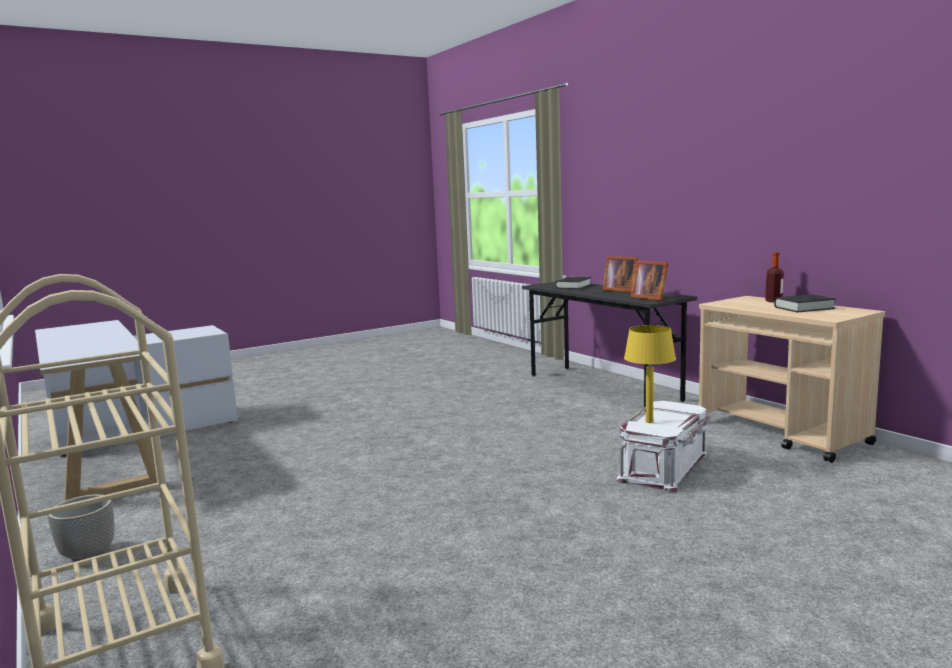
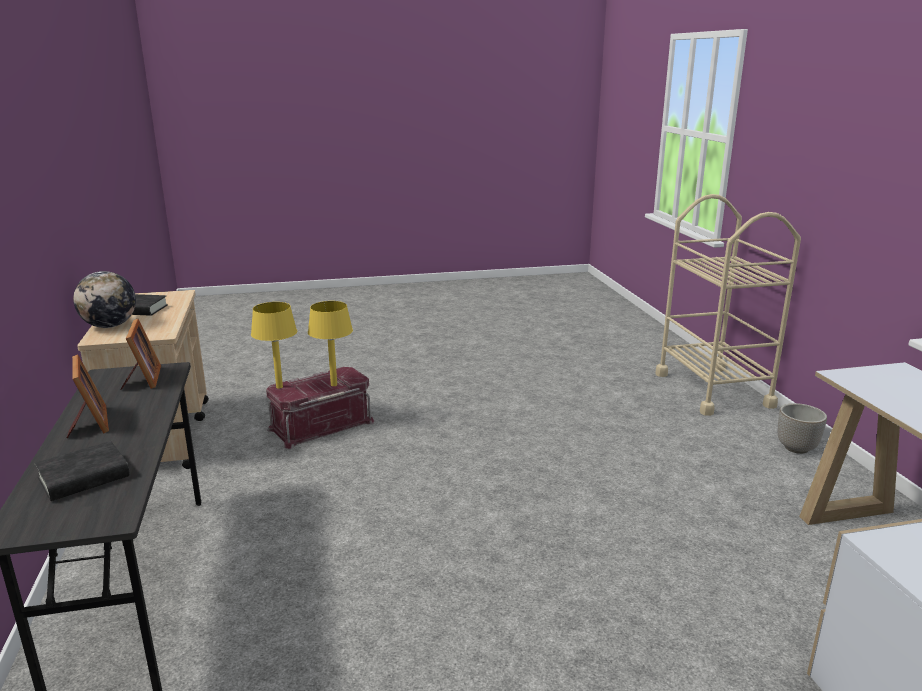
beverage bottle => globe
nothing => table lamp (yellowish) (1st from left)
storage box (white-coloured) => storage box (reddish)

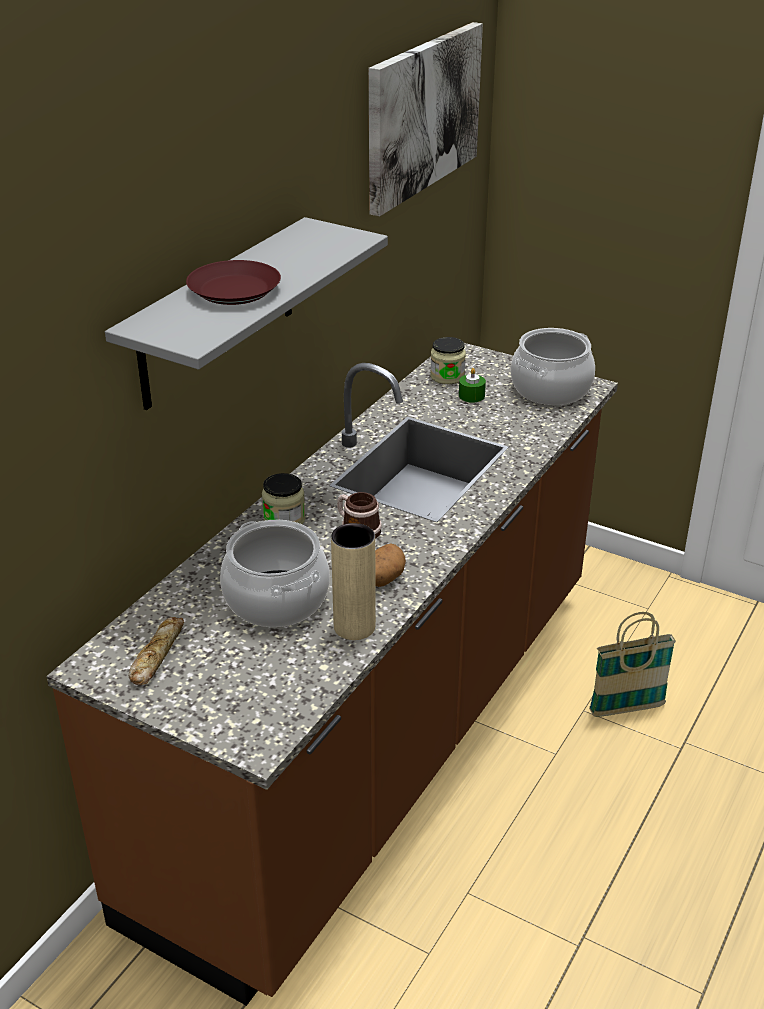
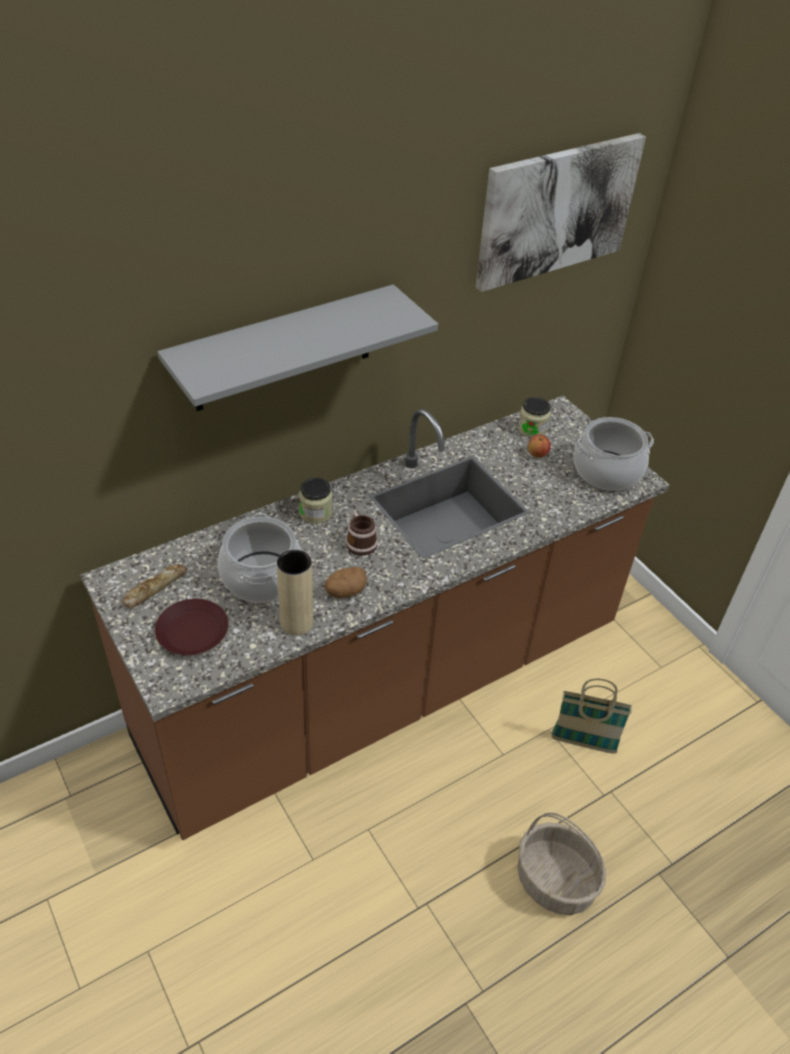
dinner plate (brown-coloured), move
nothing => storage basket (1st from left)
wax light (green-coloured) => apple fruit

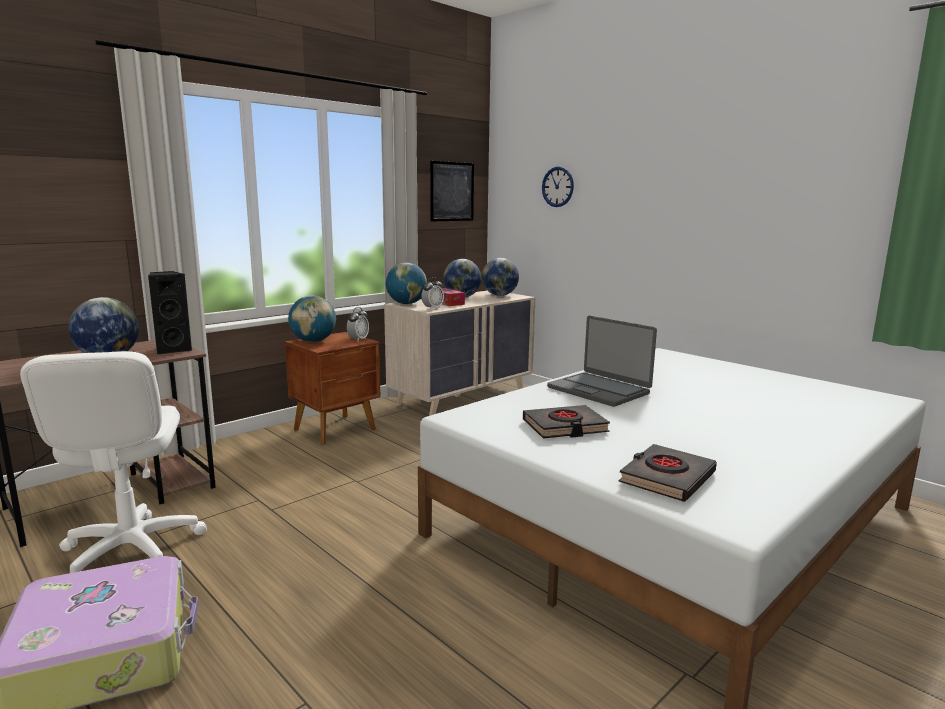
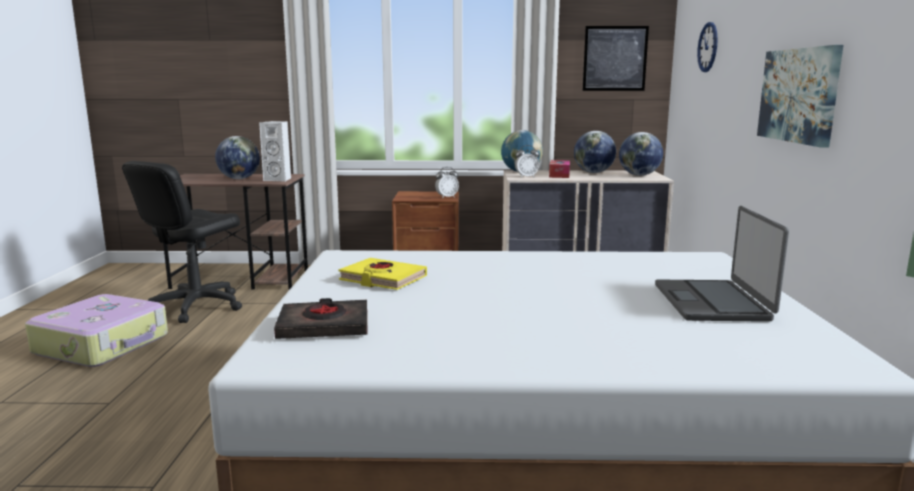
office chair (white-coloured) => office chair (black-coloured)
speaker (black-coloured) => speaker (white-coloured)
volume (black-coloured) (1st from left) => volume (yellowish)
portable computer, move
nothing => wall art (2nd from left)
globe (2nd from left) => nothing

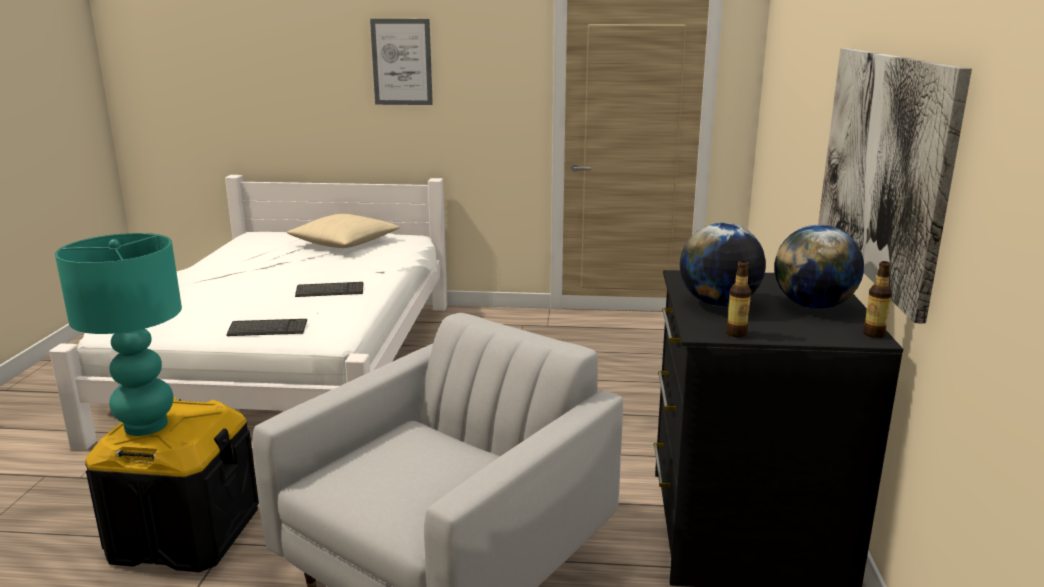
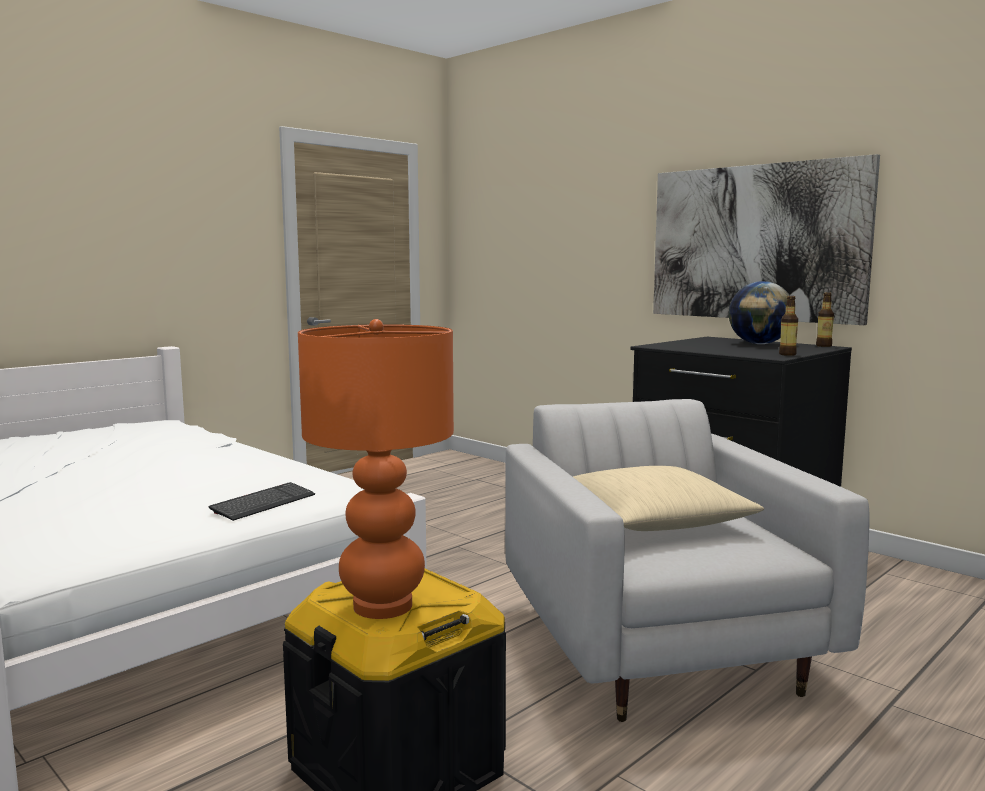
table lamp (turquoise-coloured) => table lamp (orangey)
throw pillow (beige), move
keyboard (2nd from left) => nothing
wall art (1st from left) => nothing
globe (1st from left) => nothing

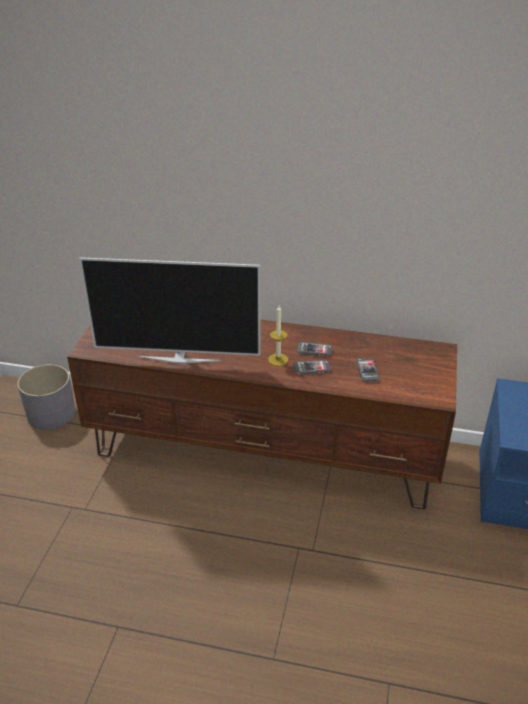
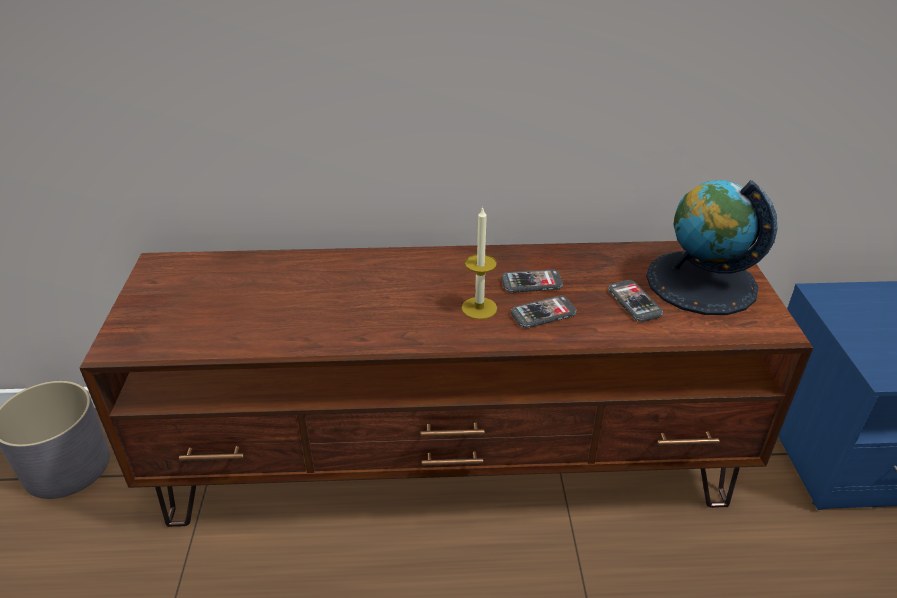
nothing => globe
TV set => nothing

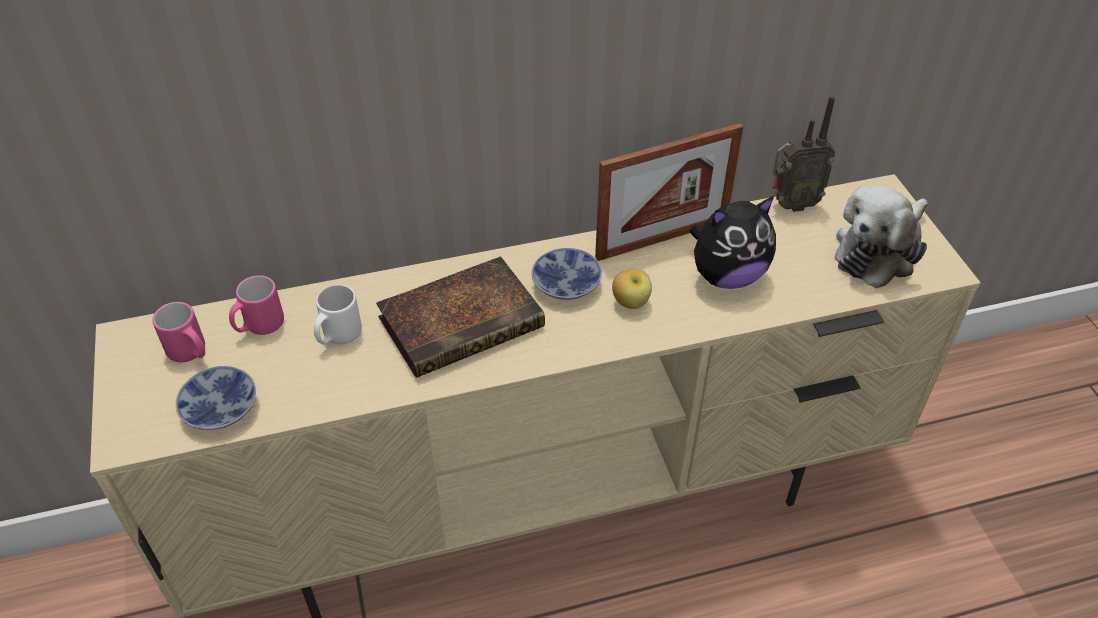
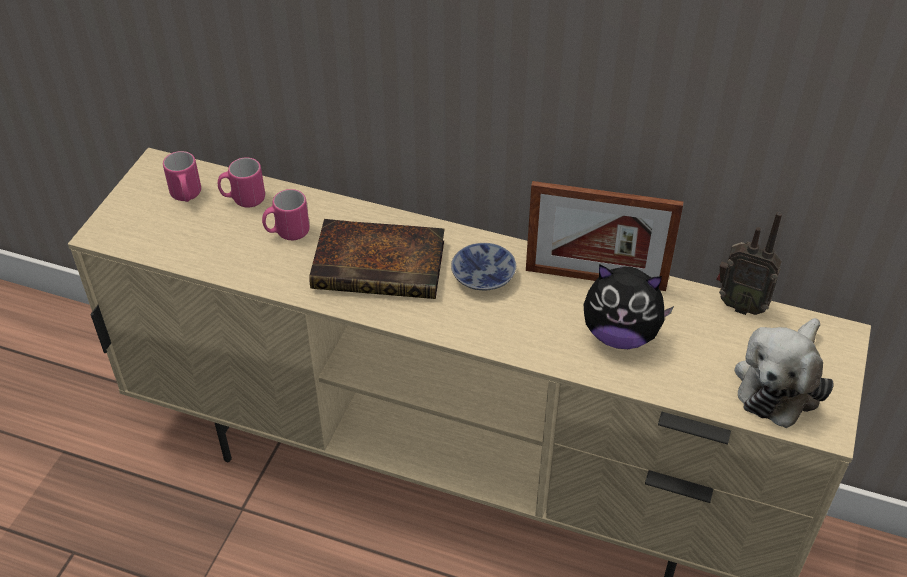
coffee mug (white-coloured) => coffee mug (pink) (3rd from left)
soft toy (2nd from left), 45 degrees counterclockwise
serving bowl (1st from left) => nothing
apple fruit => nothing

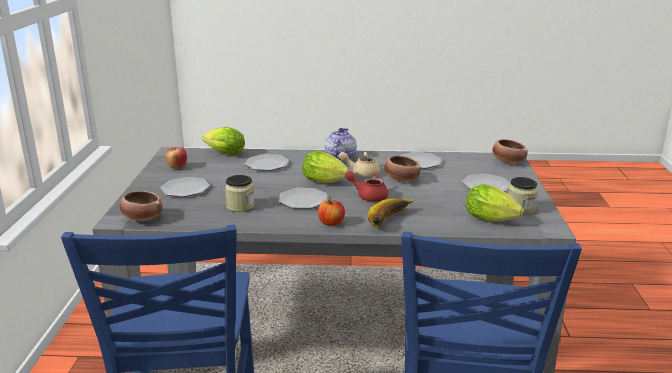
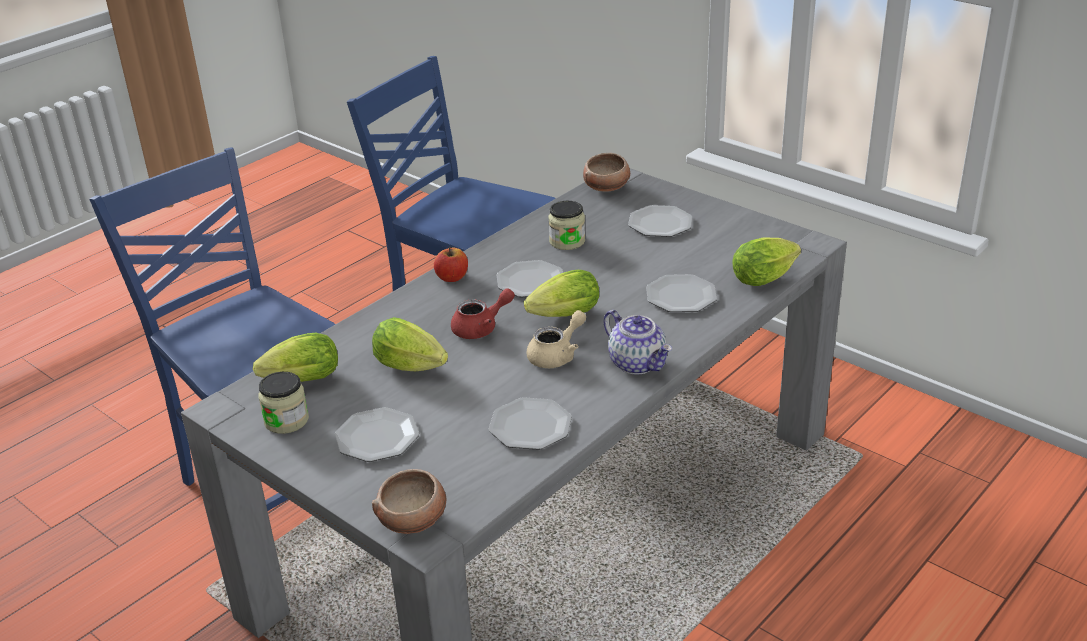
nothing => lettuce head (2nd from left)
apple fruit (1st from left) => nothing
banana => nothing
serving bowl (2nd from left) => nothing

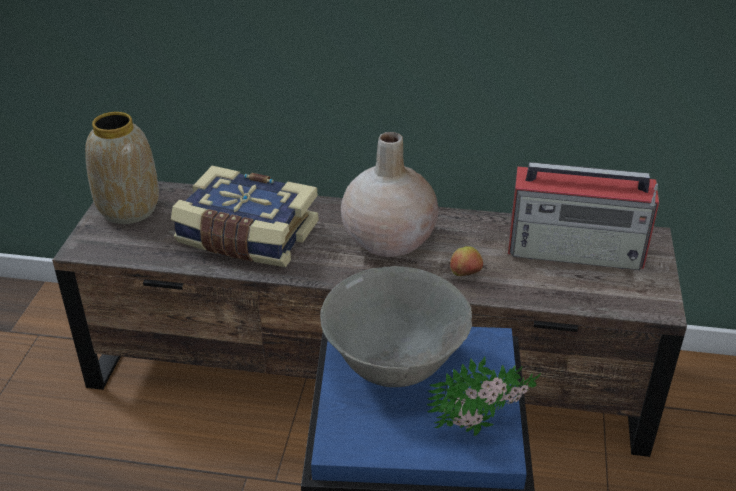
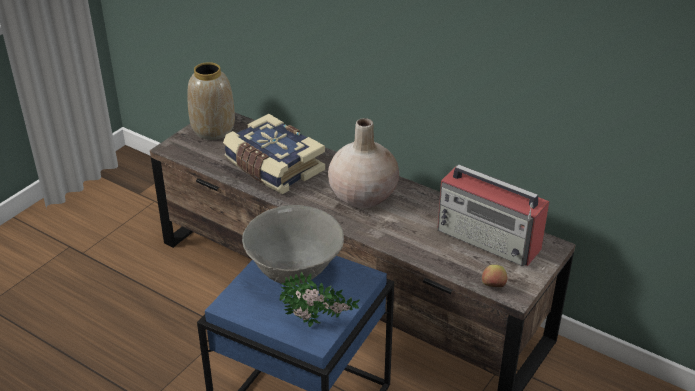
apple fruit, move

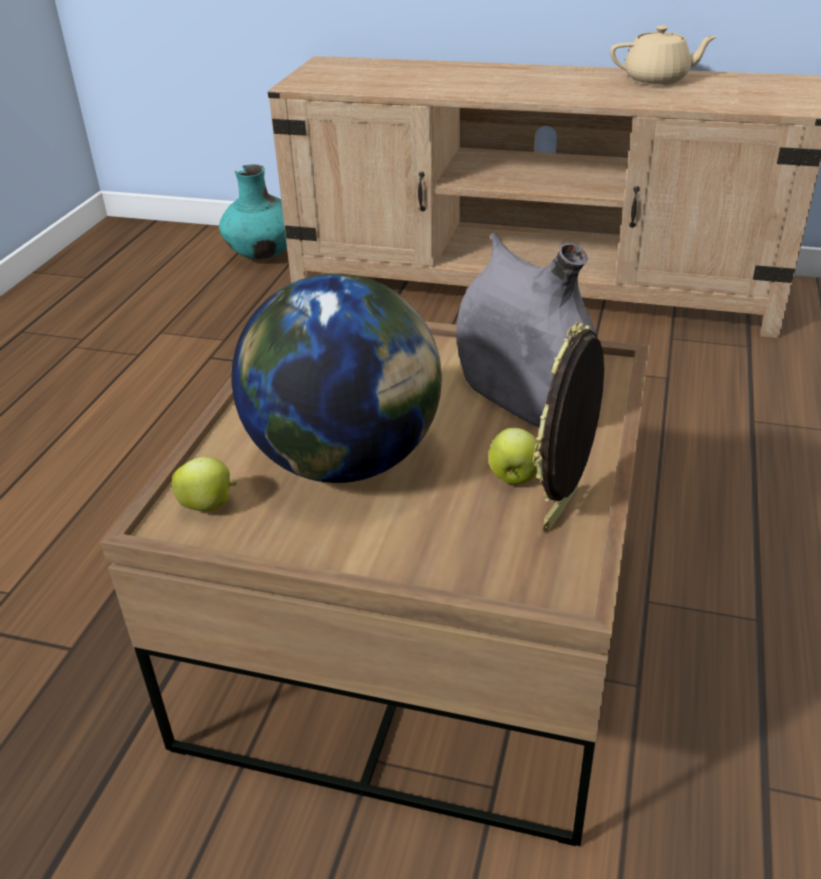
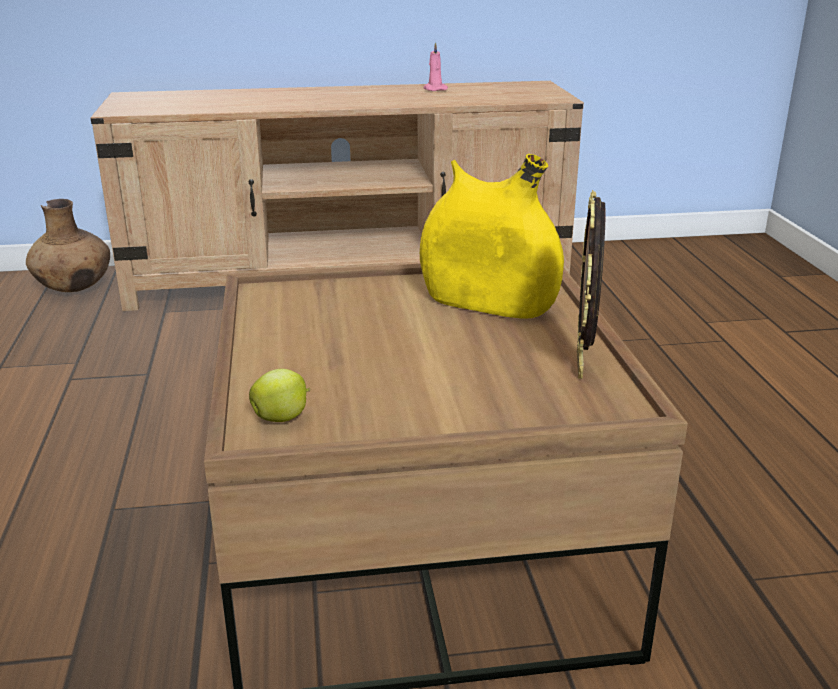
vase (turquoise-coloured) => vase (brown-coloured)
vase (grey) => vase (yellowish)
tea pot (beige) => wax light (pink)
globe => nothing
apple fruit (2nd from left) => nothing

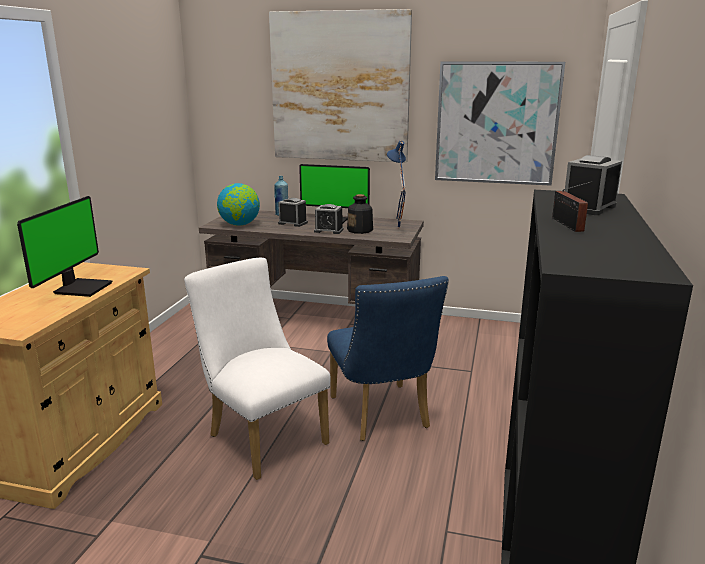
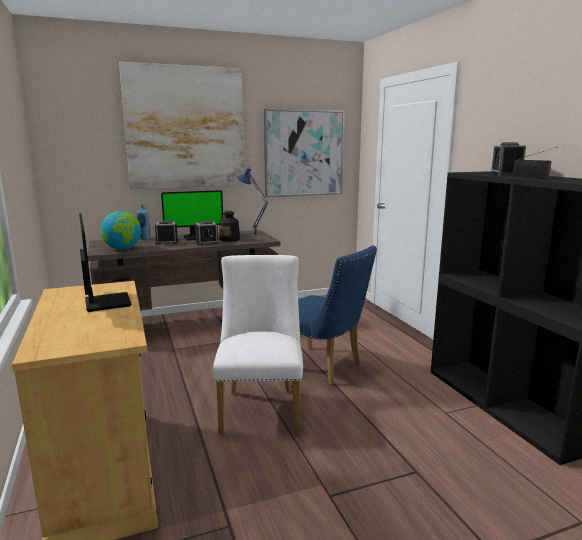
chair (white-coloured), 75 degrees clockwise

